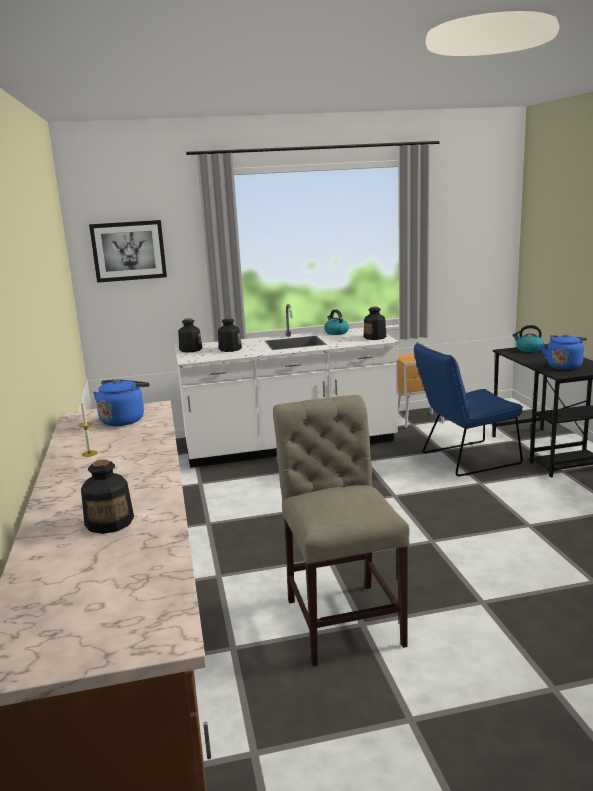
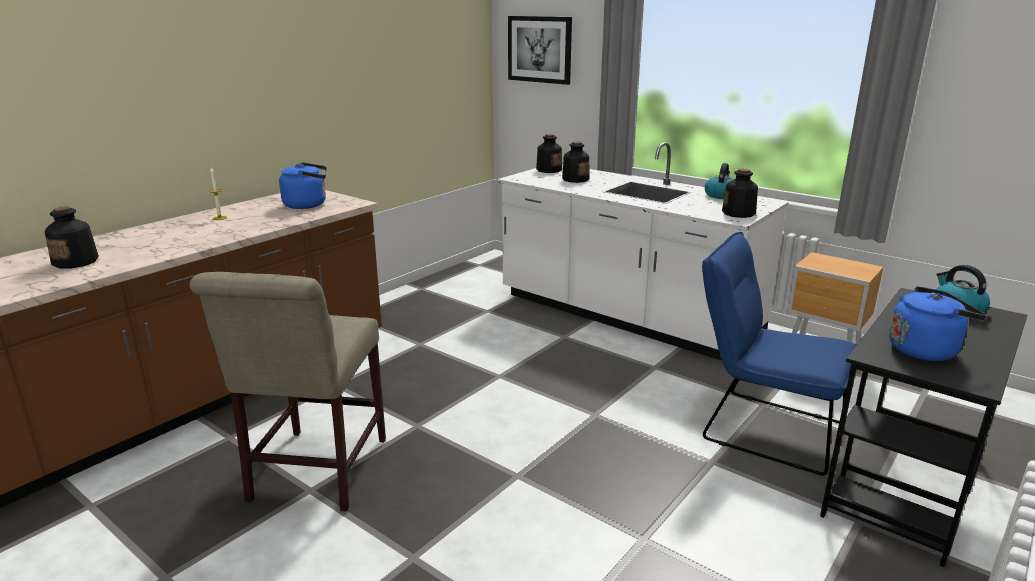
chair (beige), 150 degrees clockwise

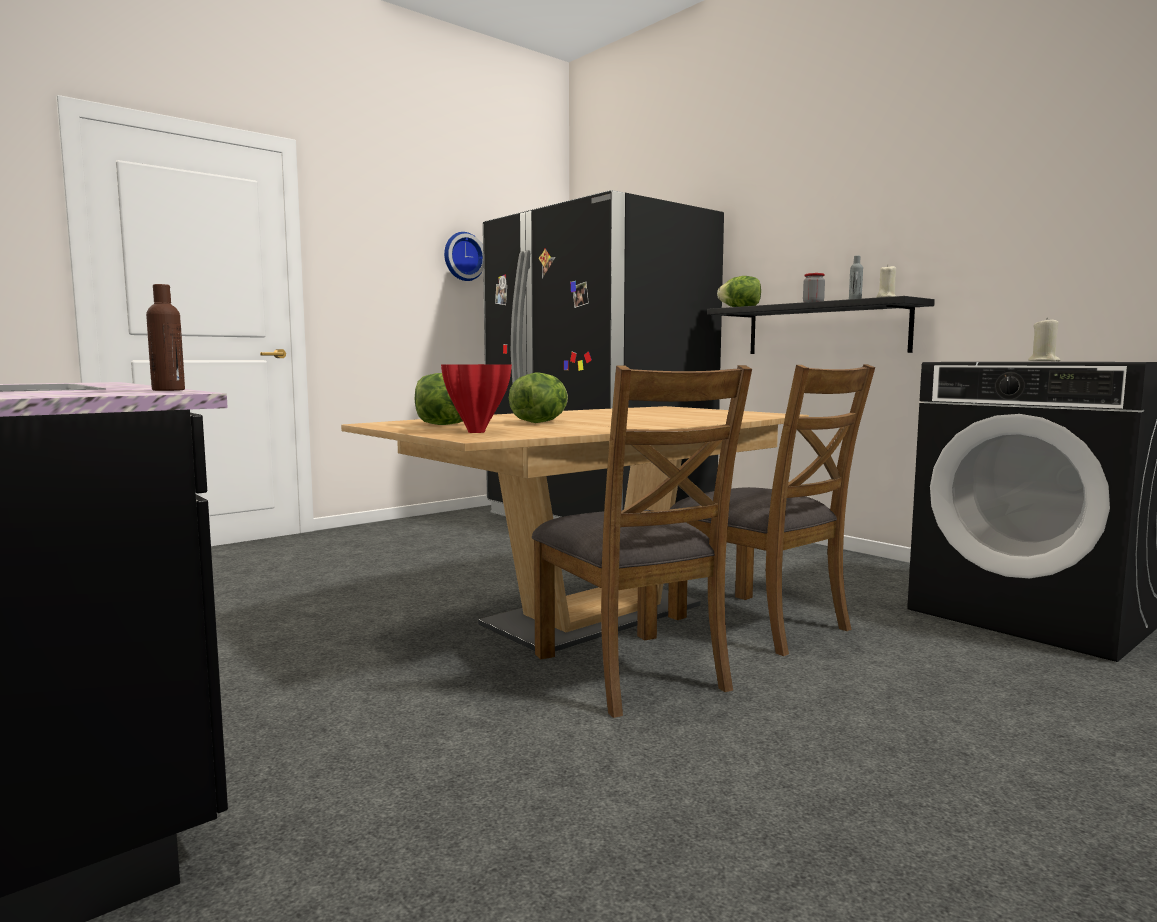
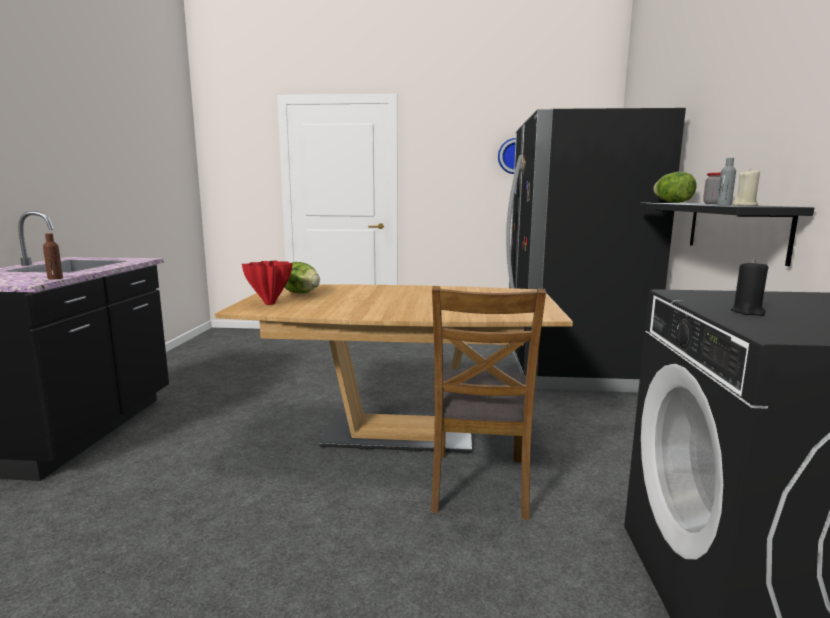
wax light (beige) (2nd from left) => wax light (black-coloured)
lettuce head (2nd from left) => nothing
chair (brown-coloured) (1st from left) => nothing

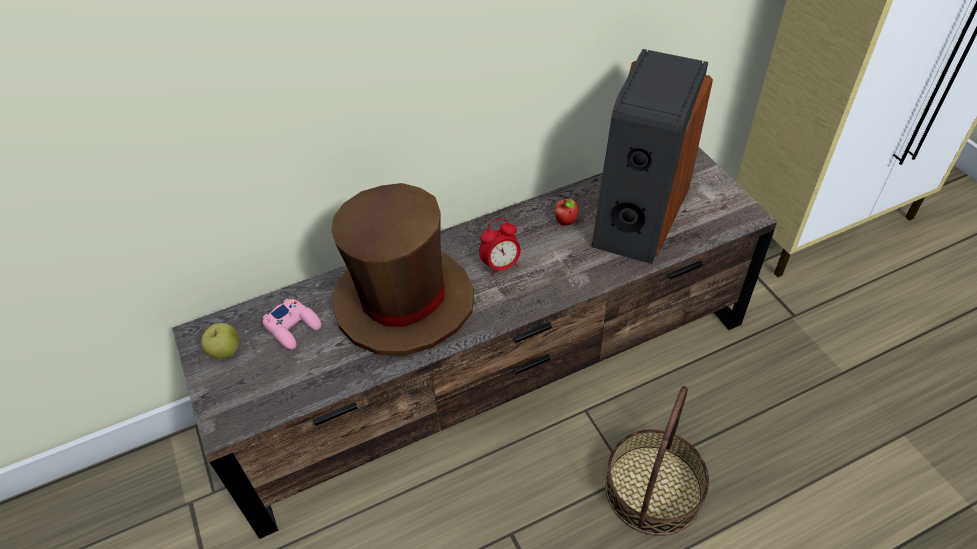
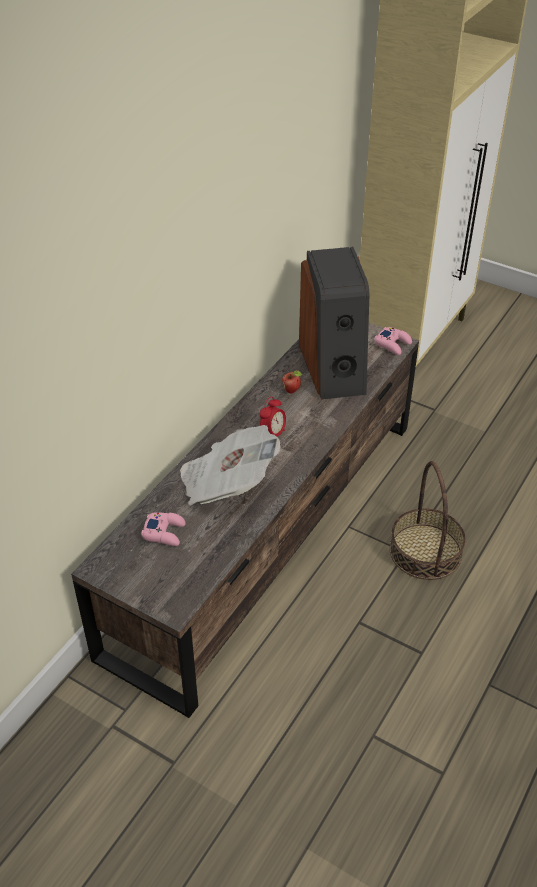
hat (brown-coloured) => printed paper
nothing => gamepad (pink) (2nd from left)
apple fruit (1st from left) => nothing

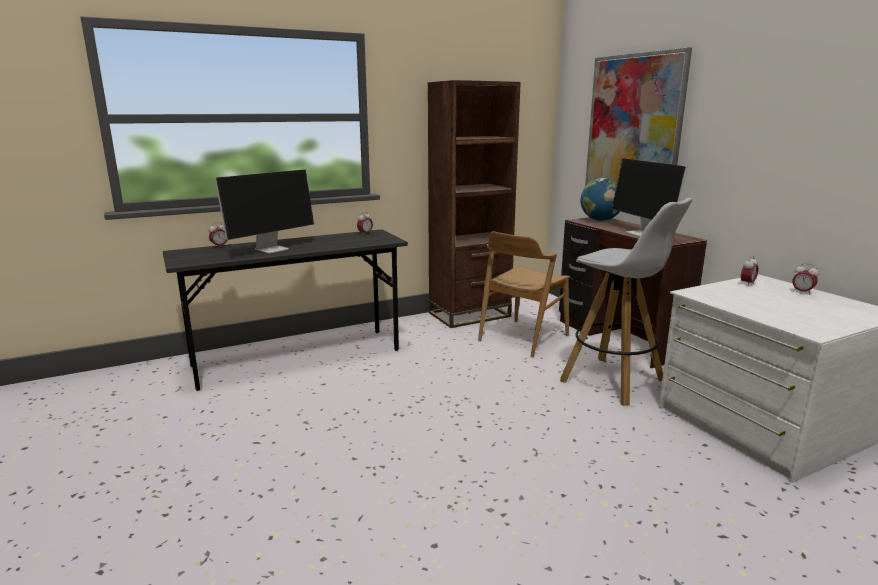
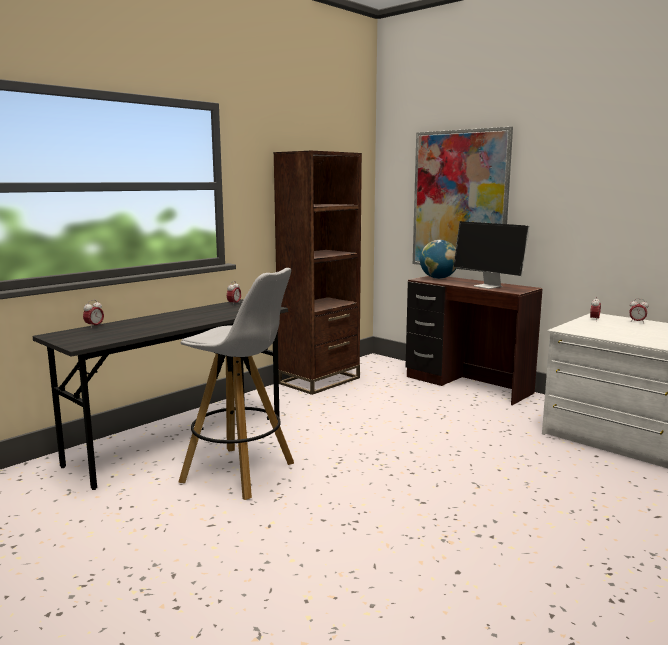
stool seat (white-coloured), move
monitor (1st from left) => nothing
chair (brown-coloured) => nothing

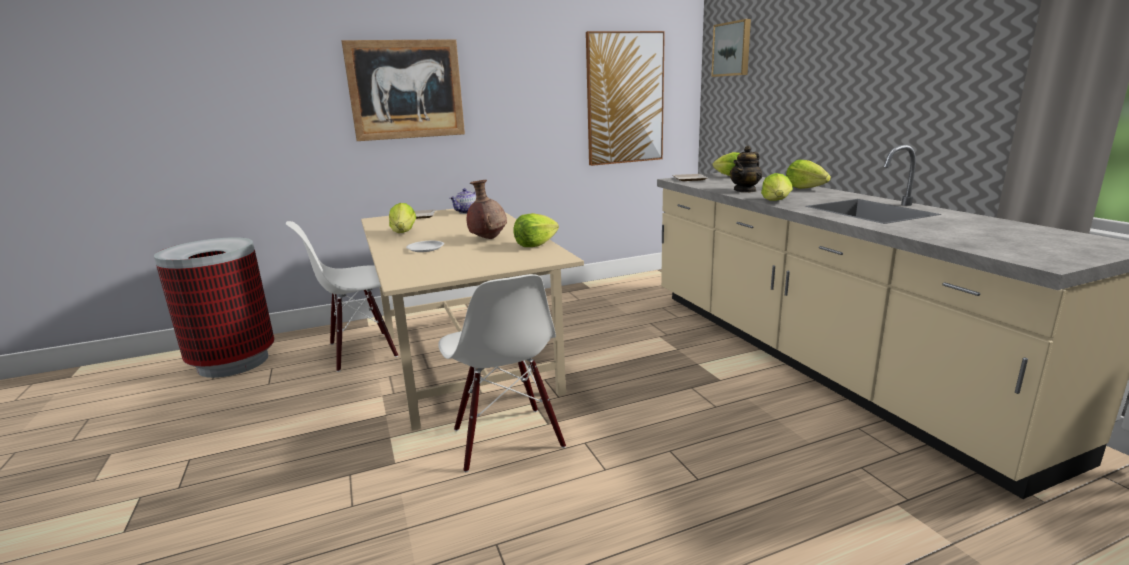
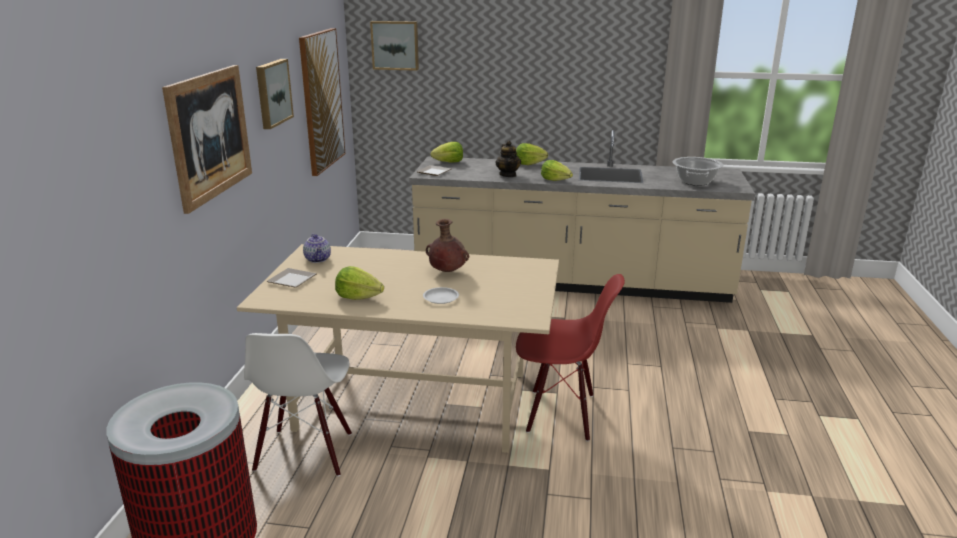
nothing => wall art (2nd from left)
chair (white-coloured) (2nd from left) => chair (reddish)
nothing => cooking pot
lettuce head (2nd from left) => nothing

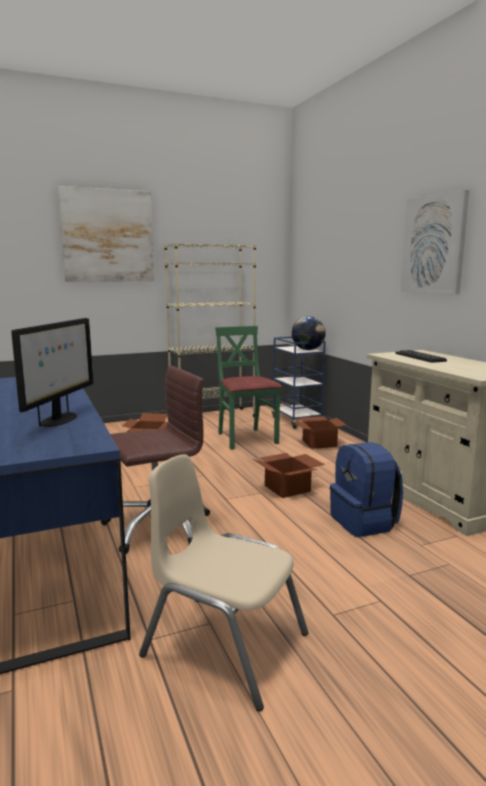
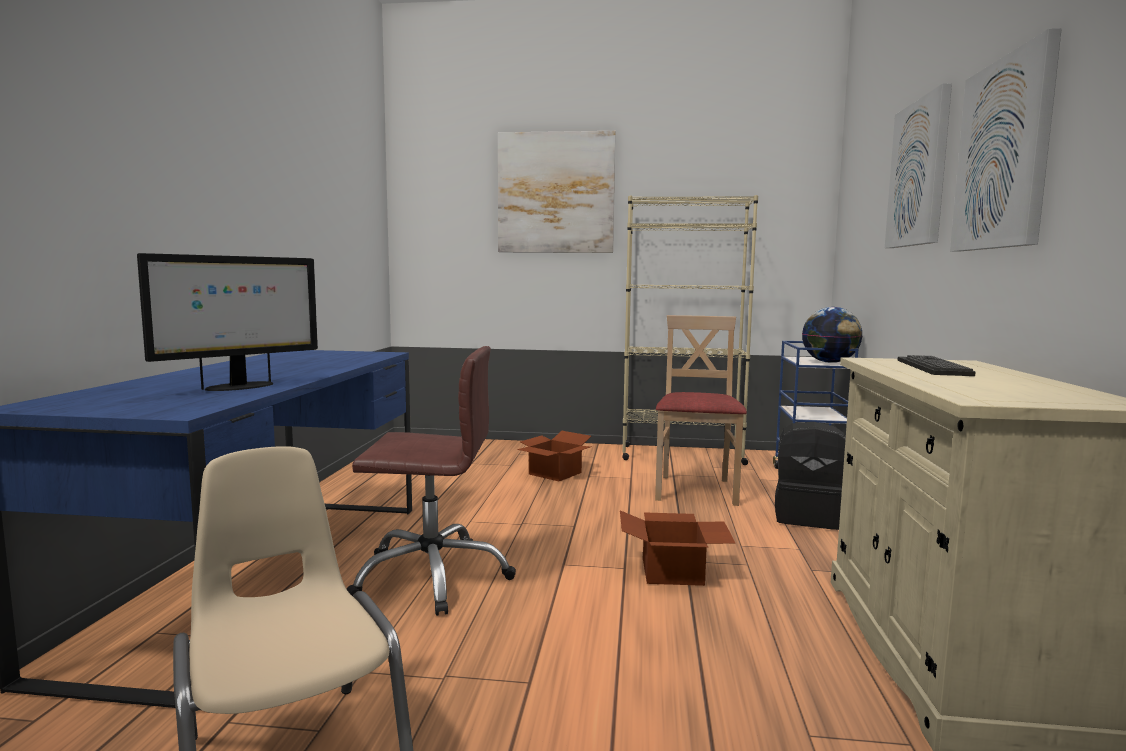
chair (green-coloured) => chair (beige) (2nd from left)
cardboard box (3rd from left) => backpack (black-coloured)
nothing => wall art (2nd from left)
backpack (blue) => nothing

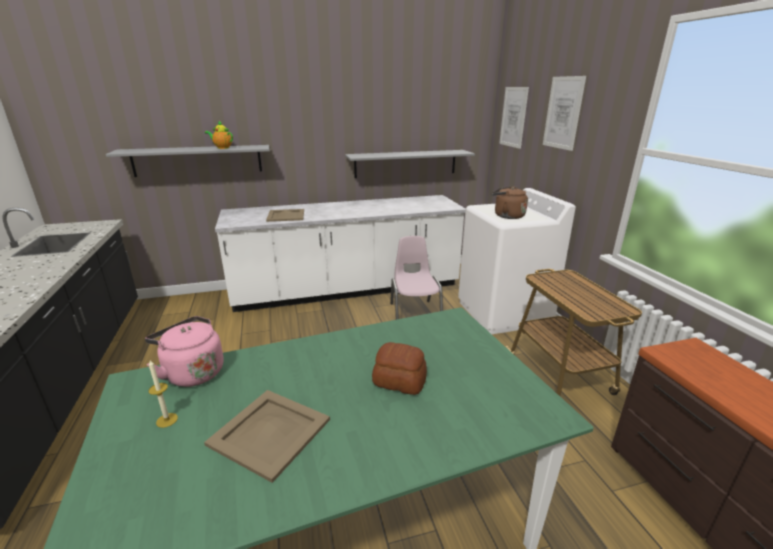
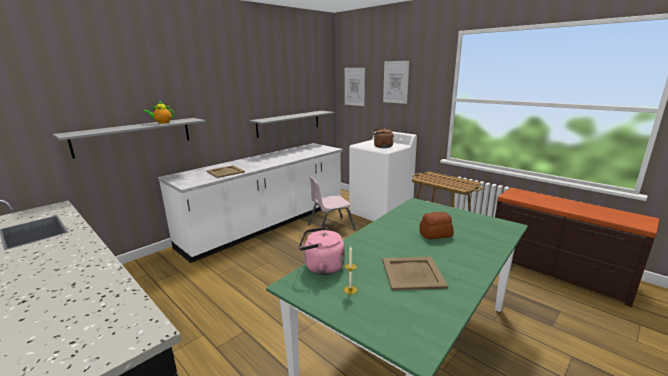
chair (pink), 75 degrees counterclockwise

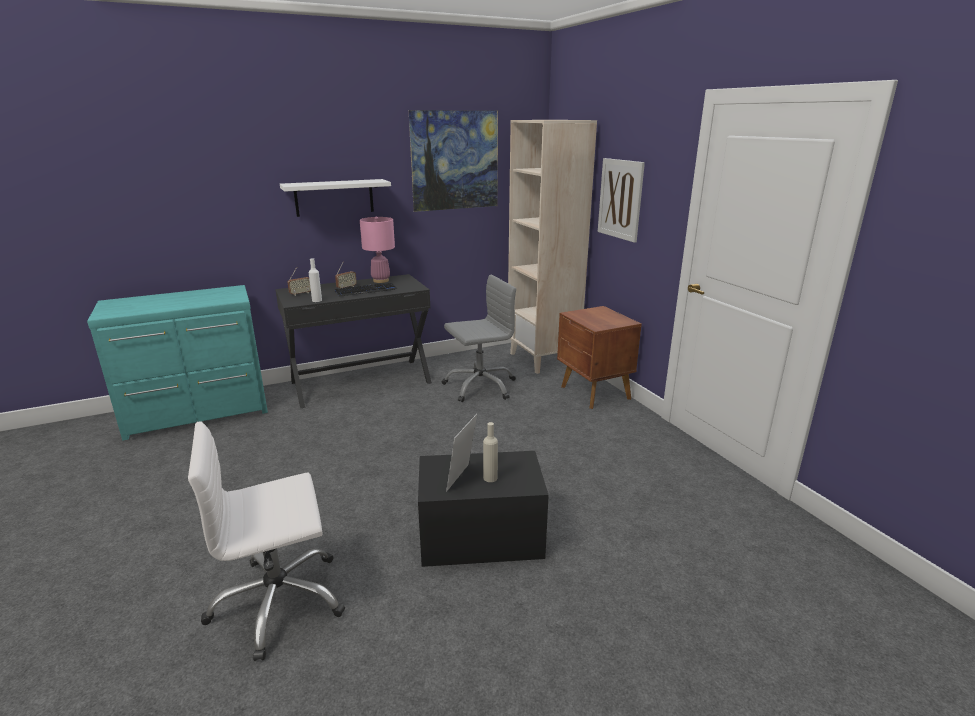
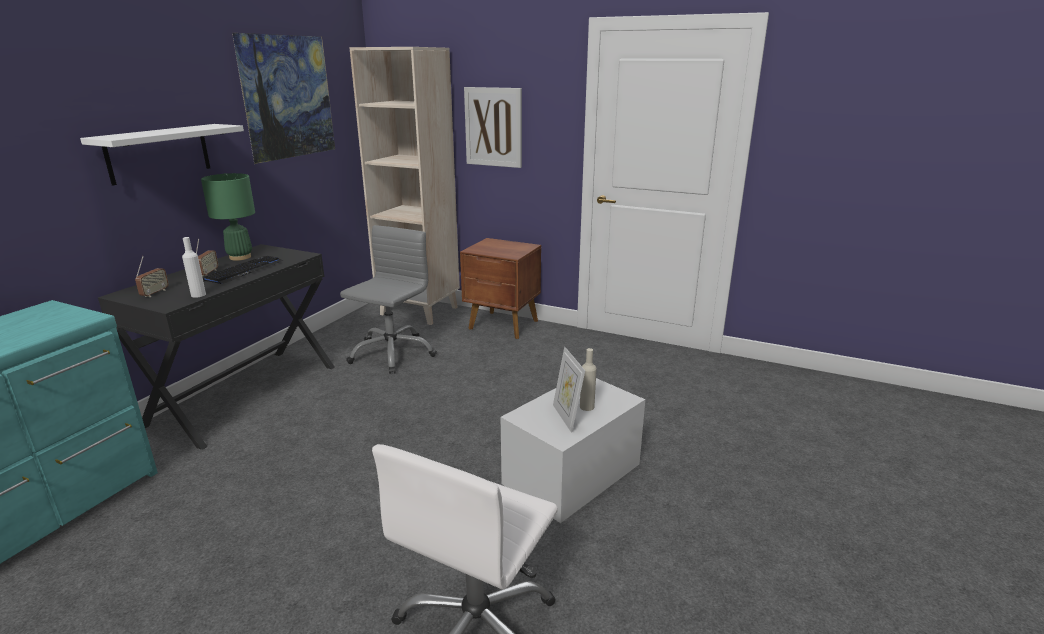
table lamp (pink) => table lamp (green-coloured)
storage box (black-coloured) => storage box (white-coloured)

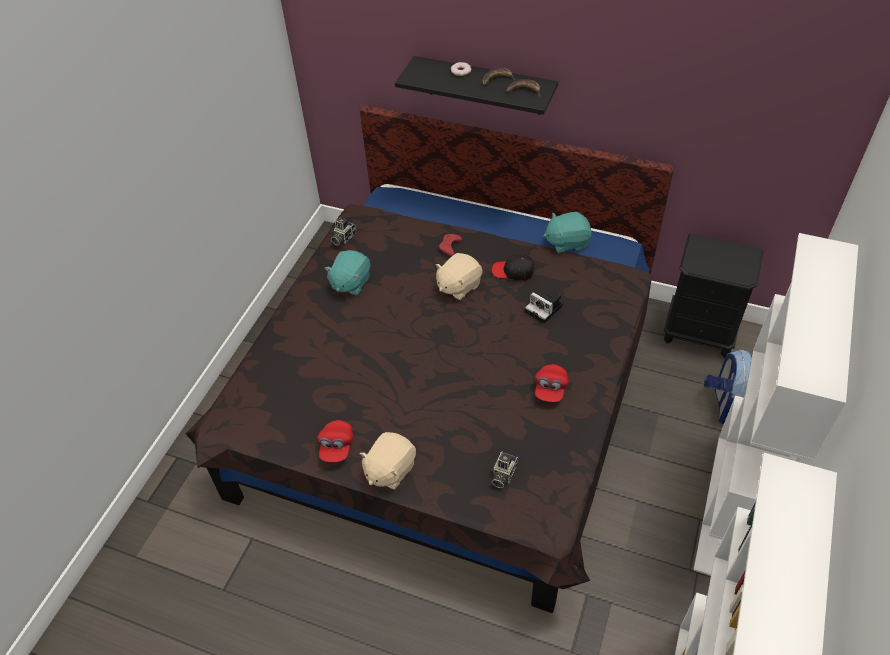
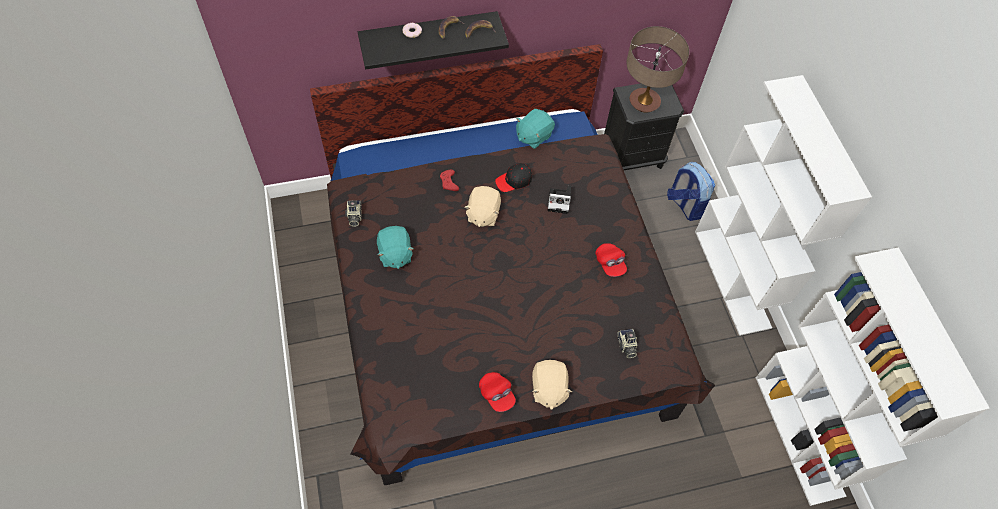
nothing => table lamp

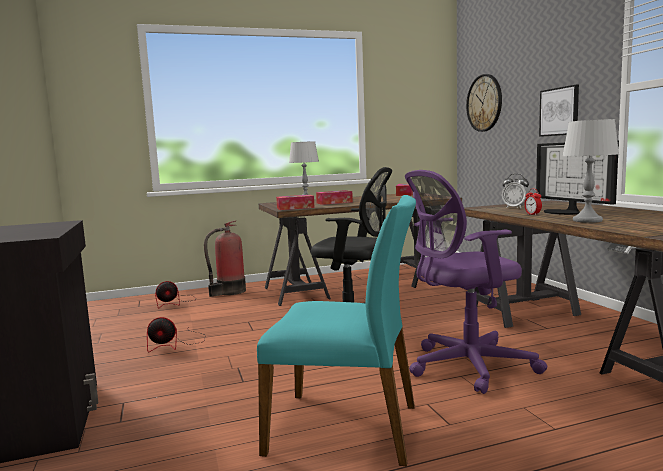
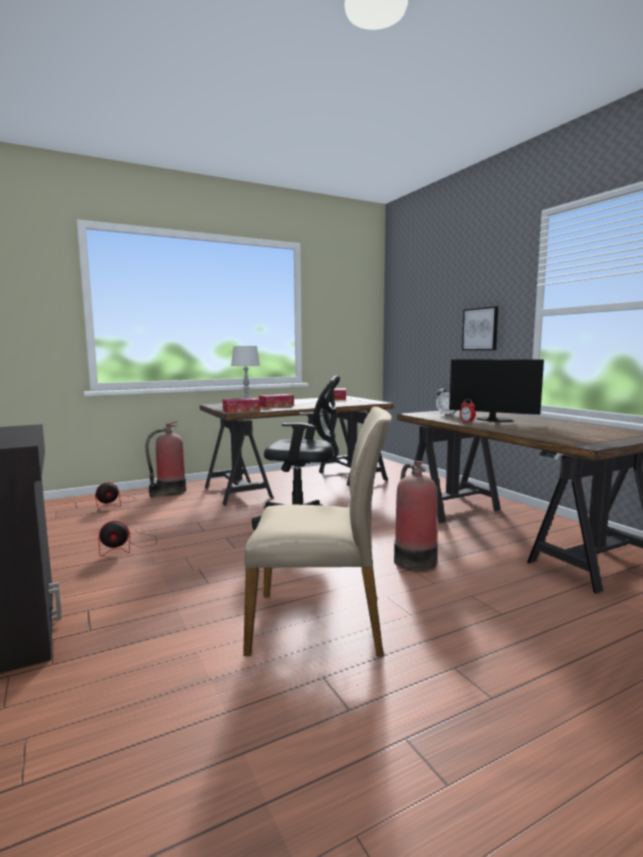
chair (turquoise-coloured) => chair (beige)
office chair (purple-coloured) => extinguisher (2nd from left)
monitor, 150 degrees clockwise
hanging clock => nothing
table lamp (grey) (2nd from left) => nothing

